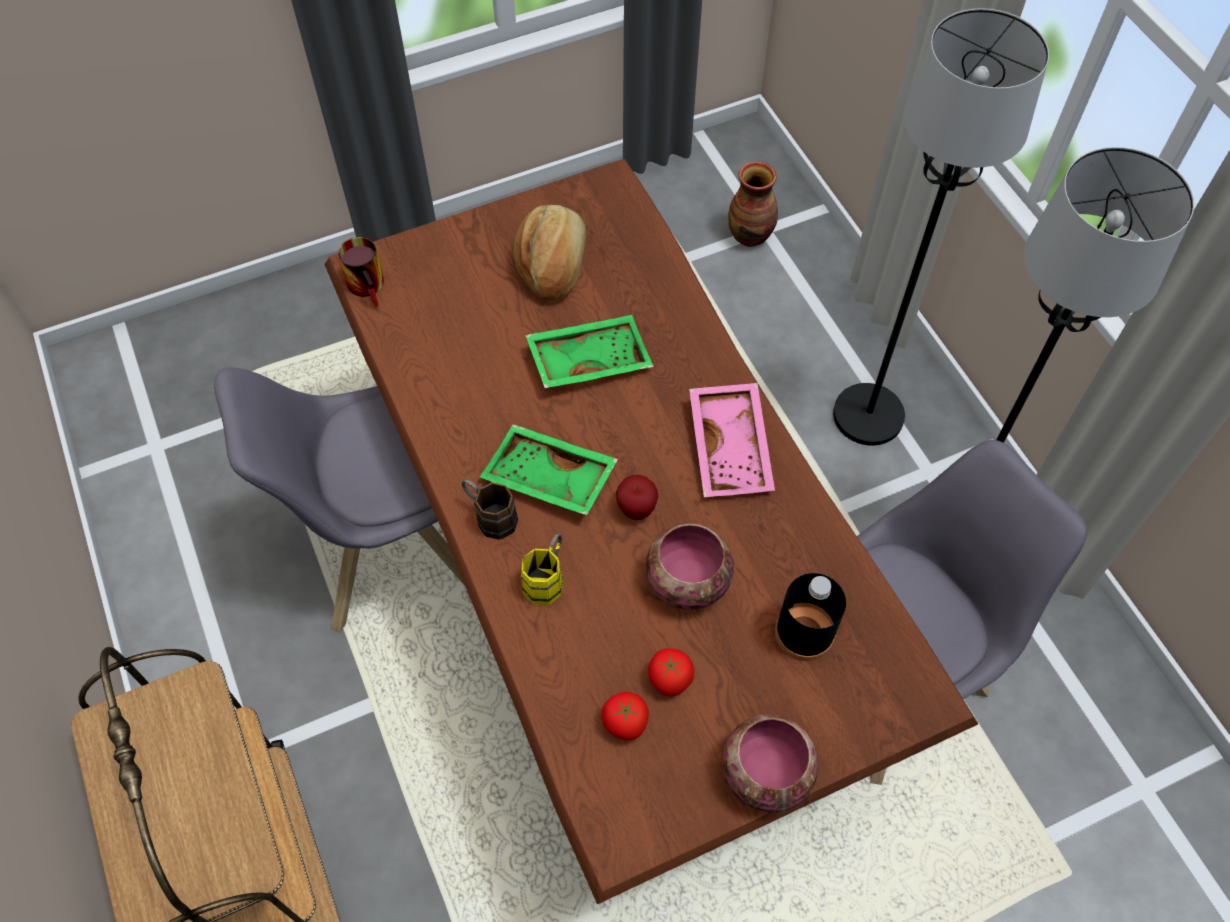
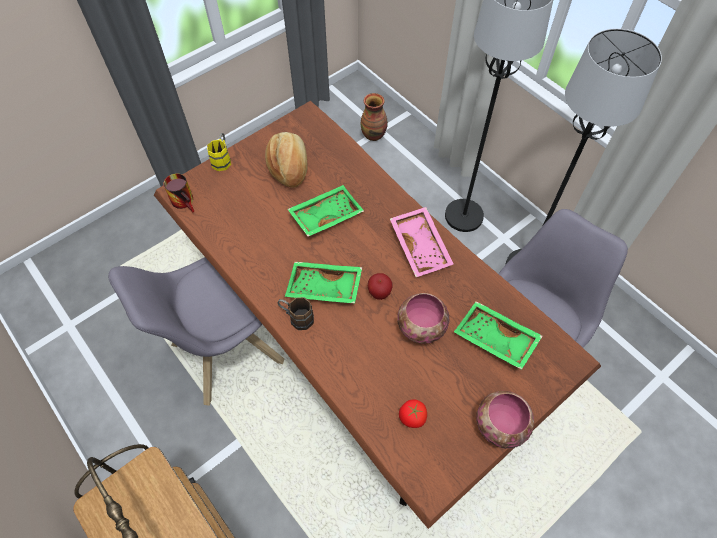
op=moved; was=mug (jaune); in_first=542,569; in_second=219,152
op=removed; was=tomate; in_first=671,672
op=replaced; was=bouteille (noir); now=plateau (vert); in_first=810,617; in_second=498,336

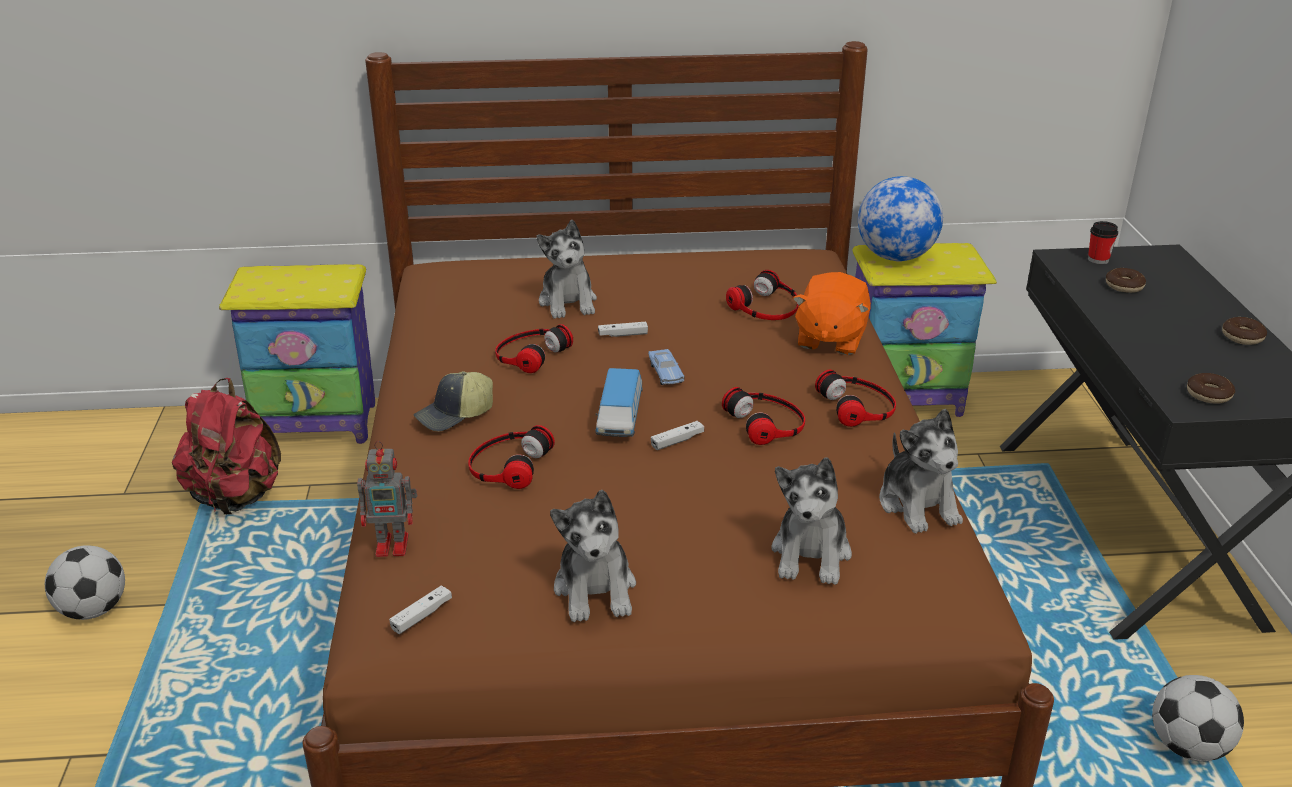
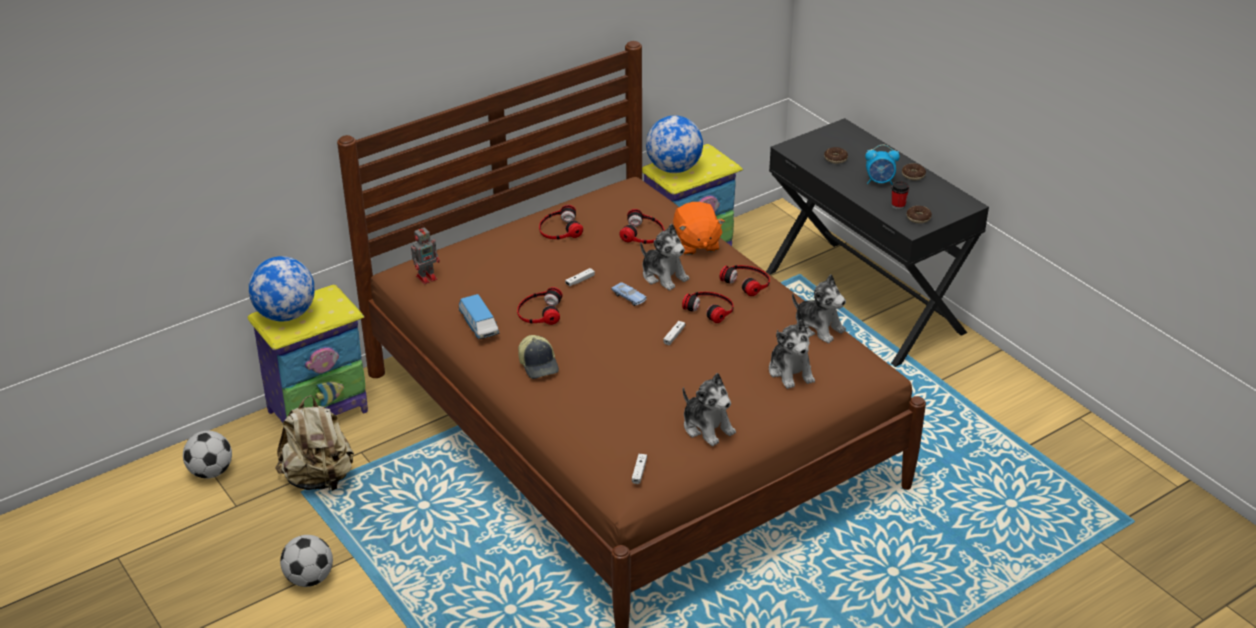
op=recoloured; was=sac à dos (rouge); now=sac à dos (beige); in_first=226,446; in_second=314,443
op=moved; was=robot jouet; in_first=387,499; in_second=425,254
op=turned; was=casquette; in_first=453,401; in_second=538,357; clockwise=-45
op=moved; was=casque audio; in_first=511,457; in_second=561,222
op=moved; was=peluche; in_first=567,269; in_second=664,257
op=moved; was=petite voiture; in_first=619,402; in_second=479,317
op=moved; was=tasse; in_first=1103,242; in_second=900,195
op=moved; was=ballon de foot; in_first=1198,718; in_second=207,455
op=added; now=globe; in_second=281,289
op=added; now=réveil; in_second=882,164

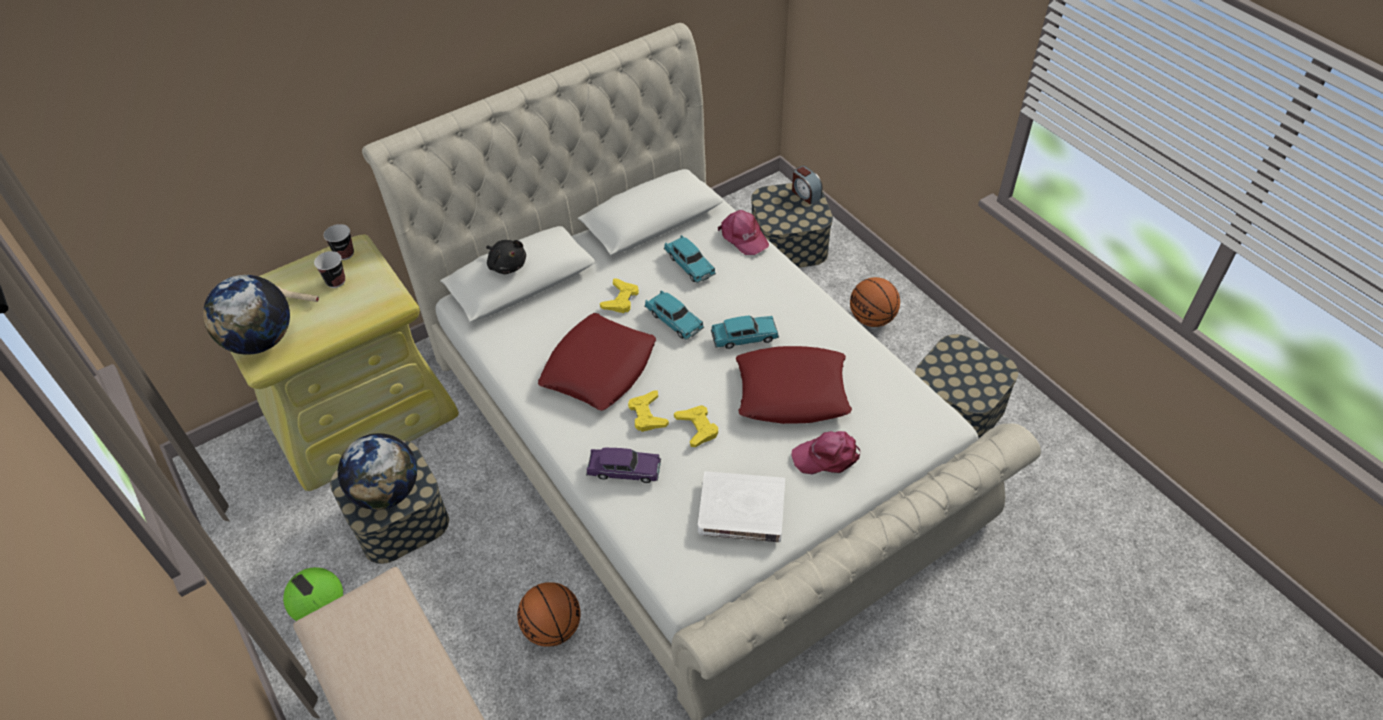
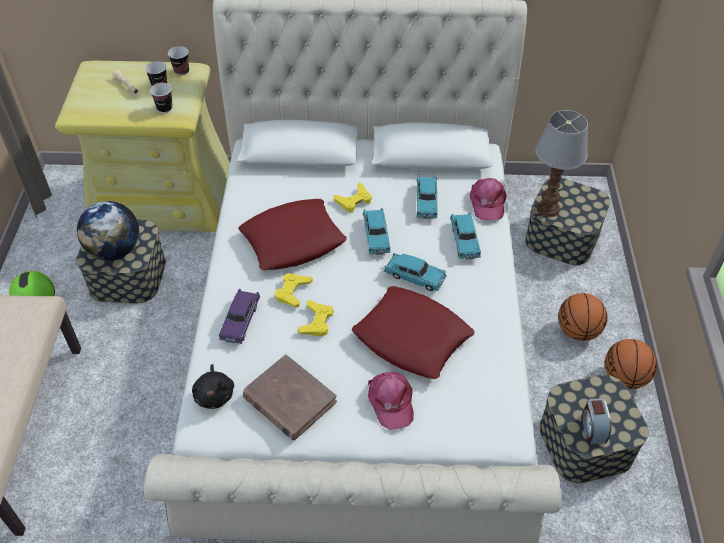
op=removed; was=globe; in_first=246,315
op=moved; was=peluche (noir); in_first=506,257; in_second=213,386
op=moved; was=ballon de basket; in_first=549,614; in_second=631,364
op=turned; was=petite voiture (violet); in_first=623,465; in_second=239,316; clockwise=60
op=recoloured; was=livre (blanc); now=livre (marron); in_first=741,506; in_second=290,397
op=turned; was=casquette (rose); in_first=825,453; in_second=391,401; clockwise=-135
op=moved; was=réveil; in_first=807,185; in_second=596,421
op=added; now=tasse; in_second=161,98
op=added; now=petite voiture (turquoise); in_second=465,236
op=added; now=lampe de table; in_second=561,163

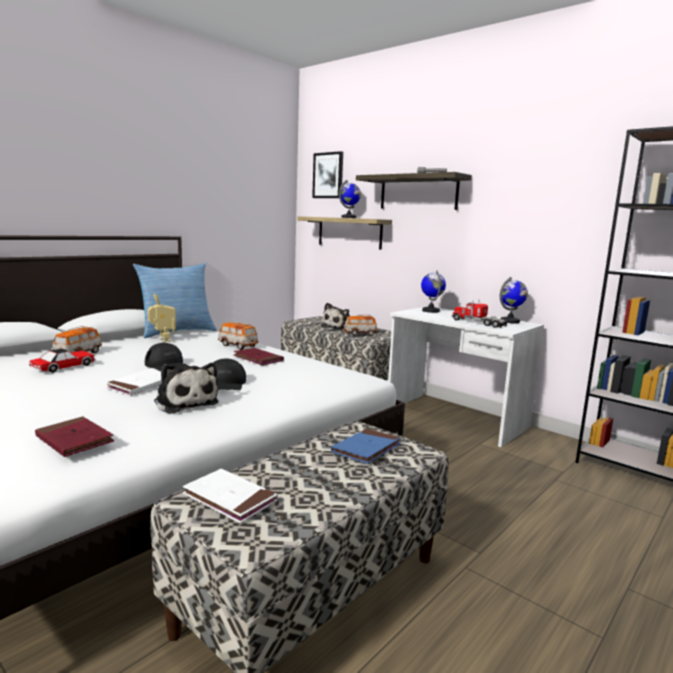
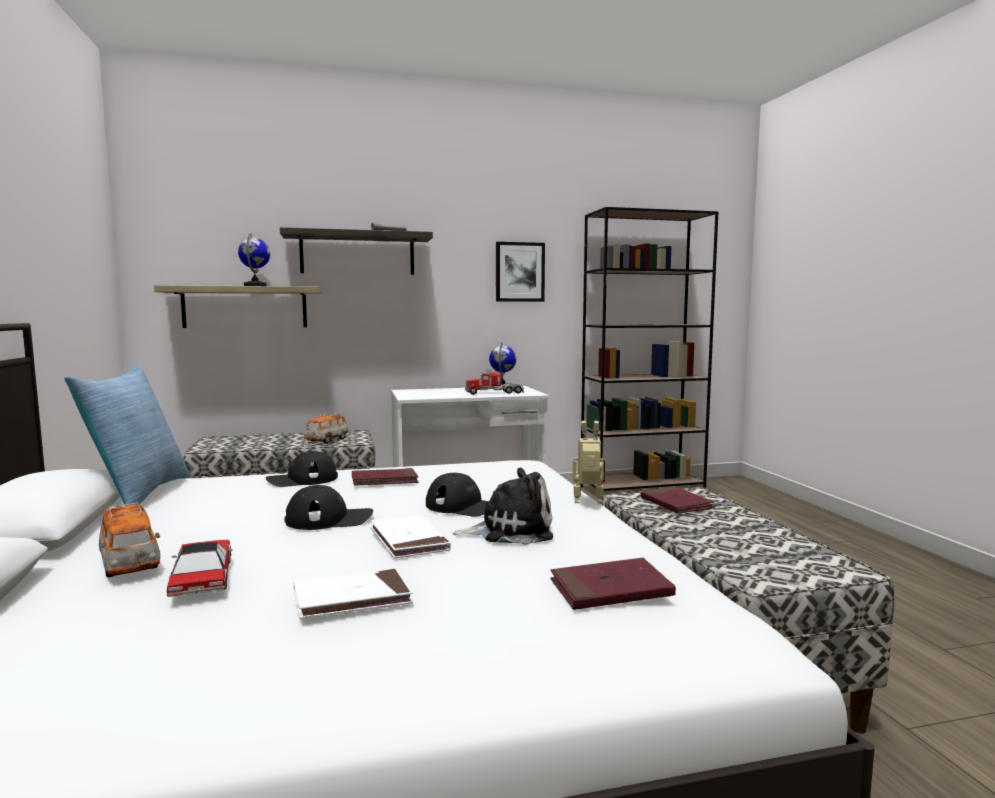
op=moved; was=robot jouet; in_first=161,318; in_second=588,462
op=moved; was=livre (blanc); in_first=230,496; in_second=353,594
op=replaced; was=petite voiture; now=casquette (noir); in_first=238,336; in_second=302,469
op=moved; was=tableau; in_first=327,174; in_second=520,272
op=removed; was=peluche; in_first=335,316
op=recoloured; was=livre (bleu); now=livre (rouge); in_first=366,446; in_second=678,500
op=removed; was=globe; in_first=433,291

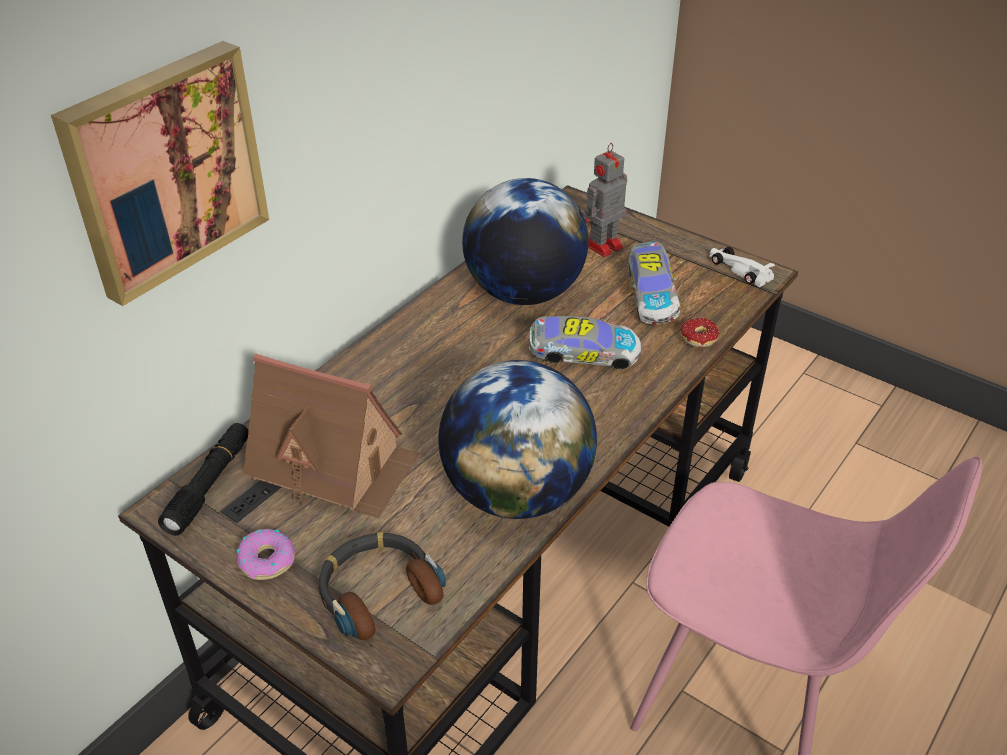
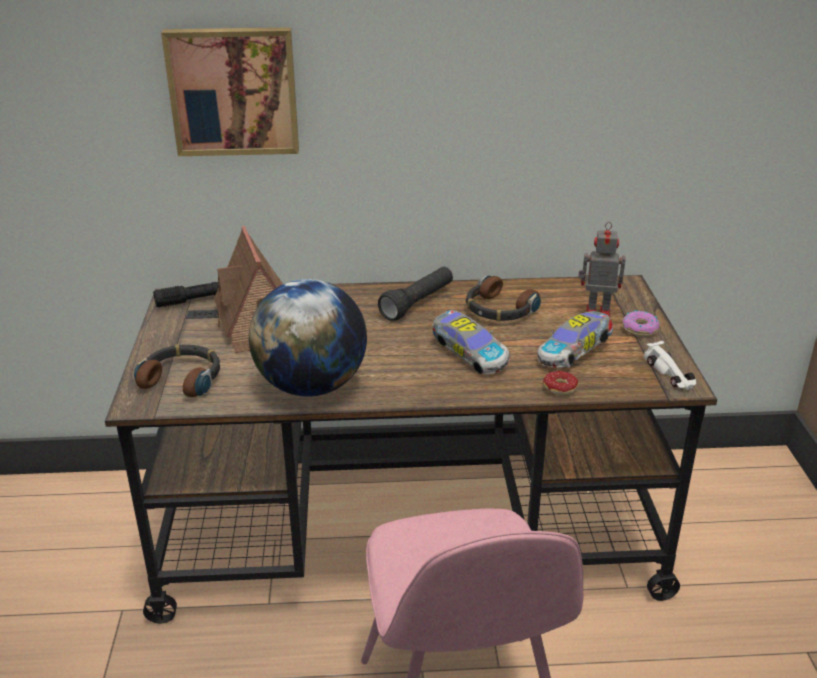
op=moved; was=beignet; in_first=265,554; in_second=640,323
op=replaced; was=globe; now=casque audio; in_first=525,241; in_second=503,298
op=turned; was=petite voiture (blanc); in_first=742,267; in_second=669,365; clockwise=150
op=added; now=lampe de poche (noir); in_second=415,294

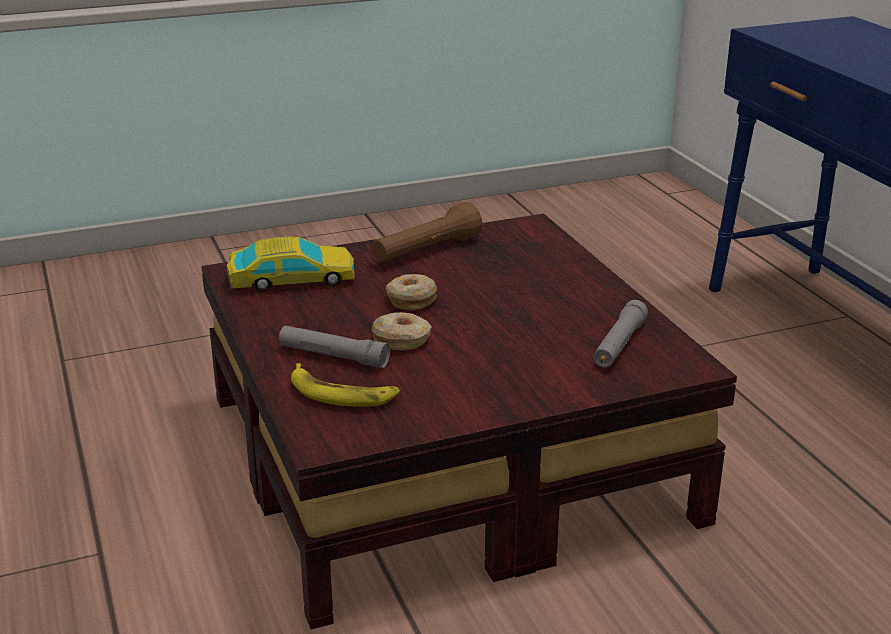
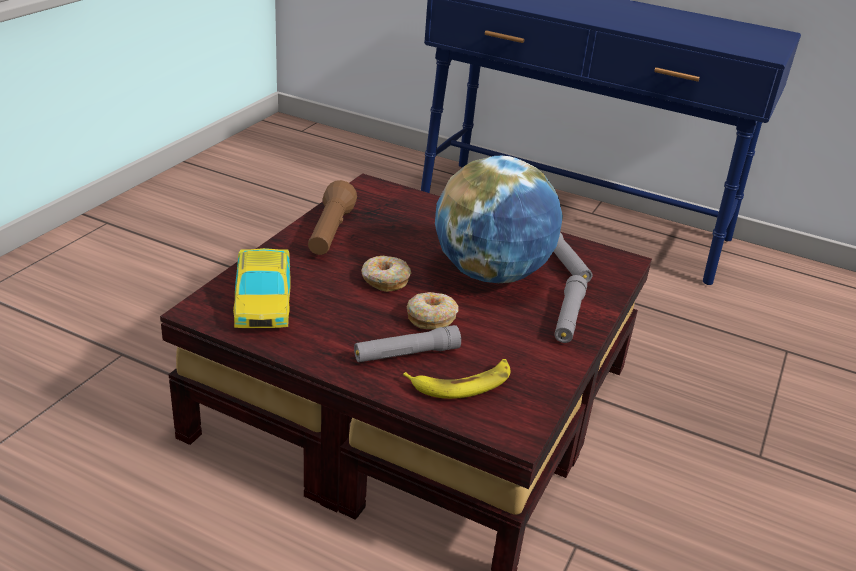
op=turned; was=petite voiture; in_first=291,264; in_second=261,288; clockwise=135
op=added; now=globe; in_second=499,219
op=added; now=lampe de poche (gris); in_second=570,309

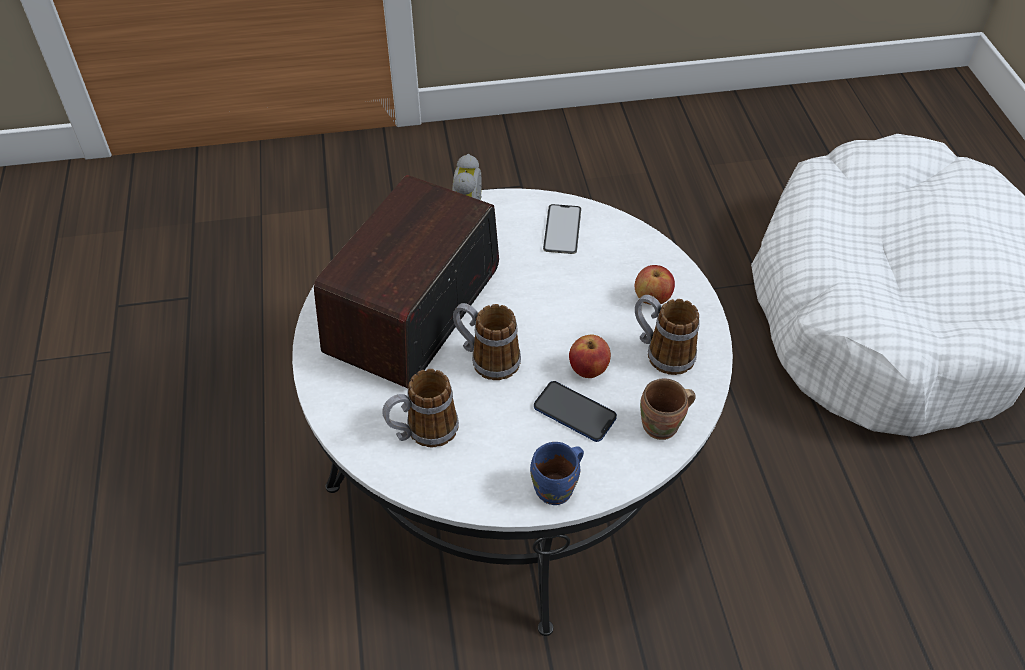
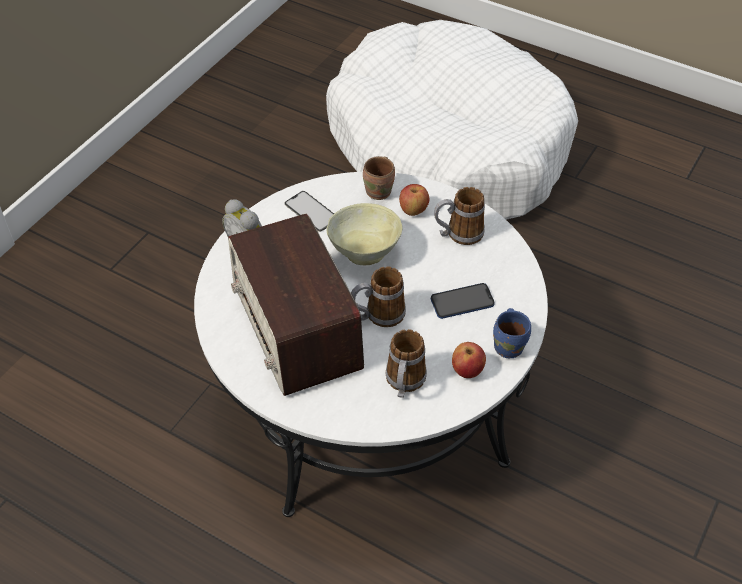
op=moved; was=pomme; in_first=590,356; in_second=469,360
op=moved; was=mug (marron); in_first=668,409; in_second=379,178
op=added; now=bol (beige); in_second=364,234

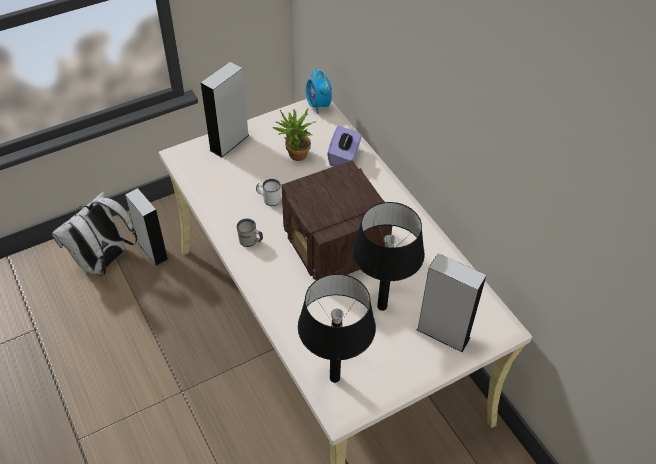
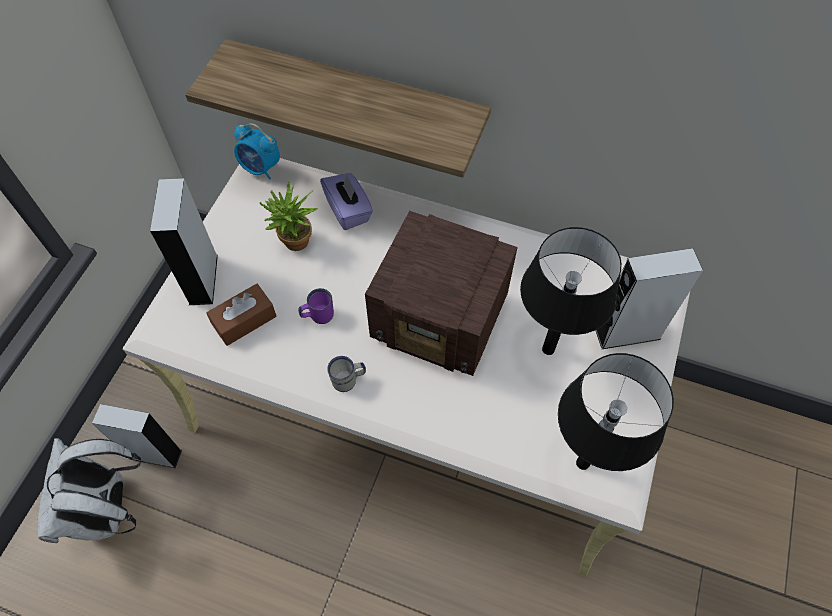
op=recoloured; was=mug (blanc); now=mug (violet); in_first=268,192; in_second=316,306
op=added; now=étagère; in_second=338,108
op=added; now=boîte à mouchoirs (marron); in_second=241,315

